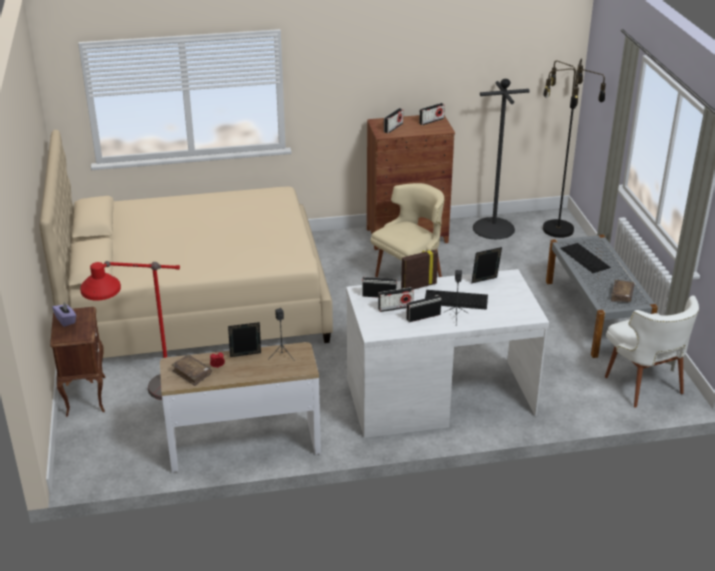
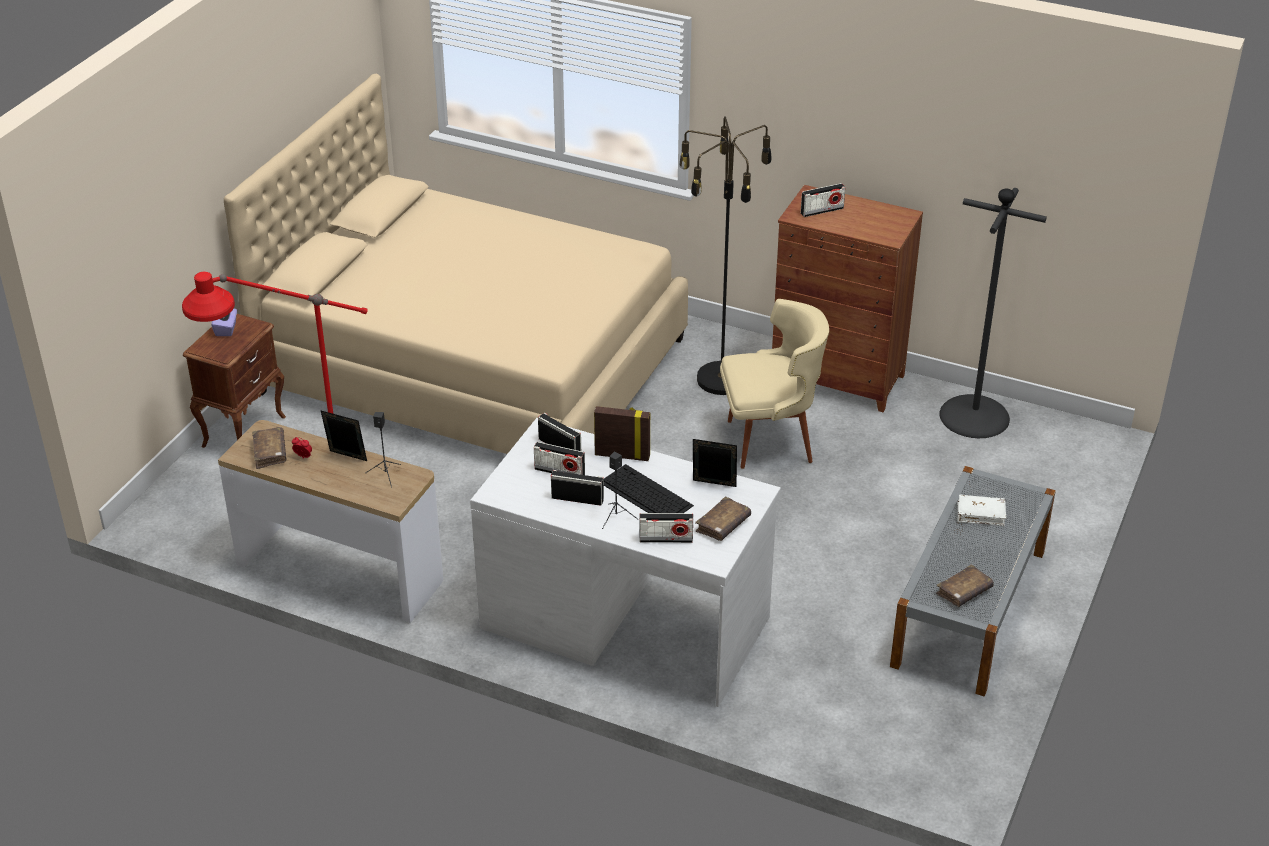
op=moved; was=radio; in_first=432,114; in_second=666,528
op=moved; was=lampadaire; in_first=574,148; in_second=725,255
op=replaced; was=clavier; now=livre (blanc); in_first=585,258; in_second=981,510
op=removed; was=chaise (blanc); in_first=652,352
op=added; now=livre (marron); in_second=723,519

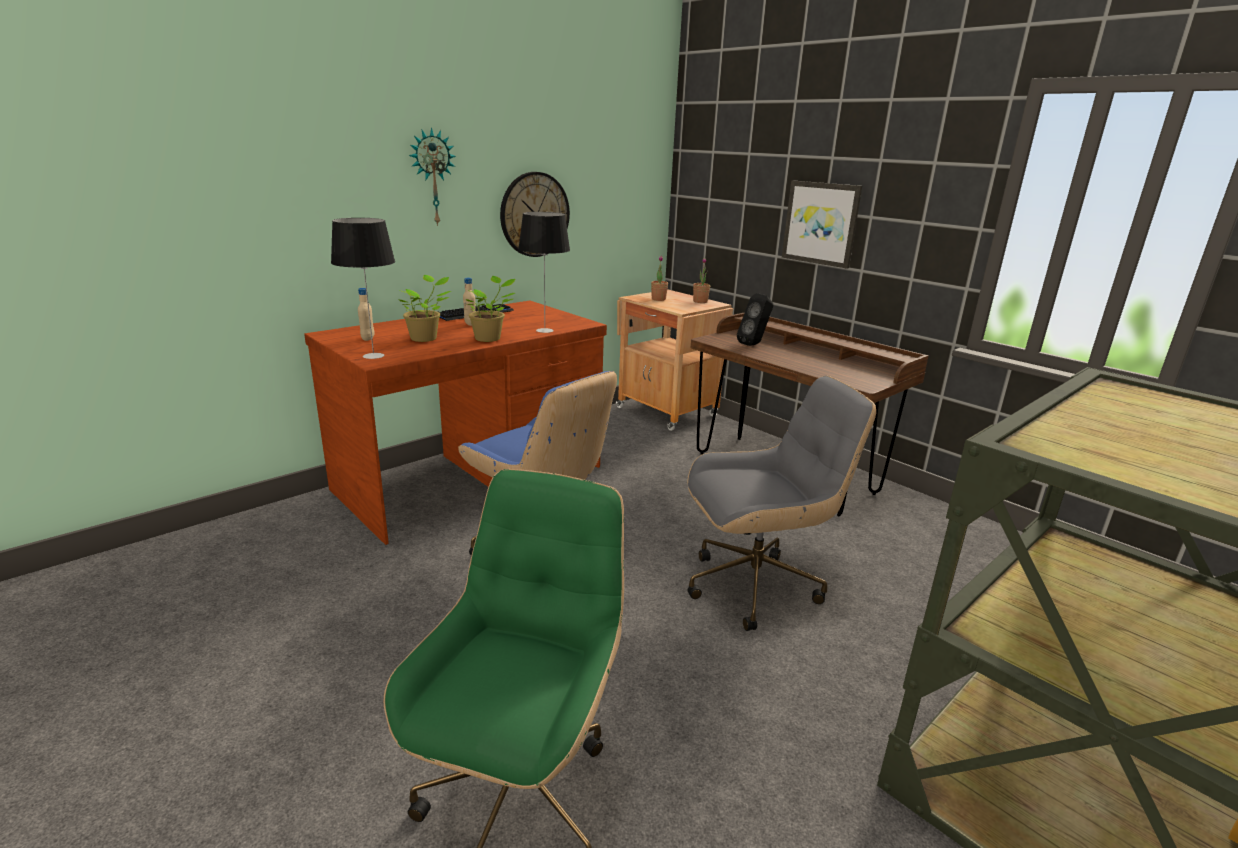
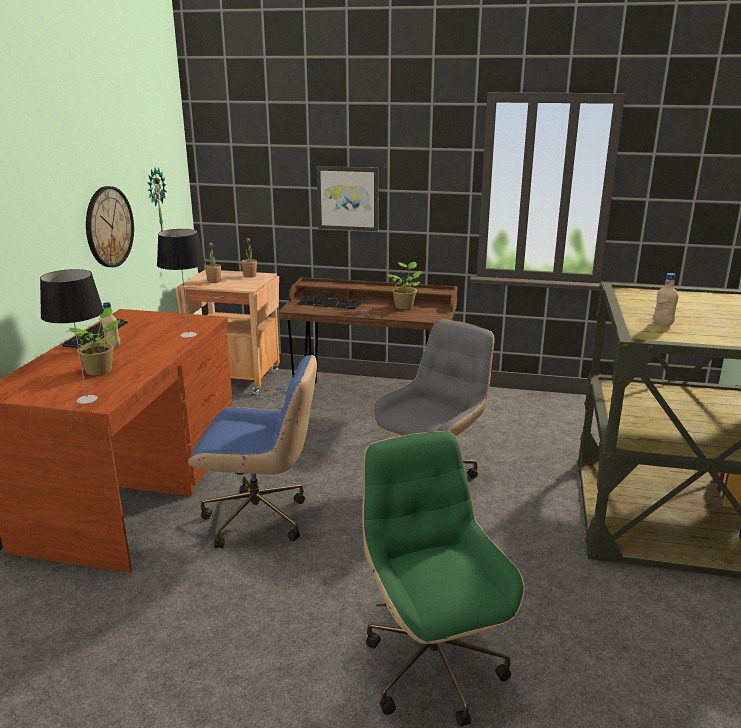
op=moved; was=bouteille (beige); in_first=366,314; in_second=666,299
op=moved; was=horloge murale; in_first=432,176; in_second=157,199
op=moved; was=plante en pot; in_first=490,309; in_second=404,286
op=replaced; was=enceinte (noir); now=clavier; in_first=755,319; in_second=329,302

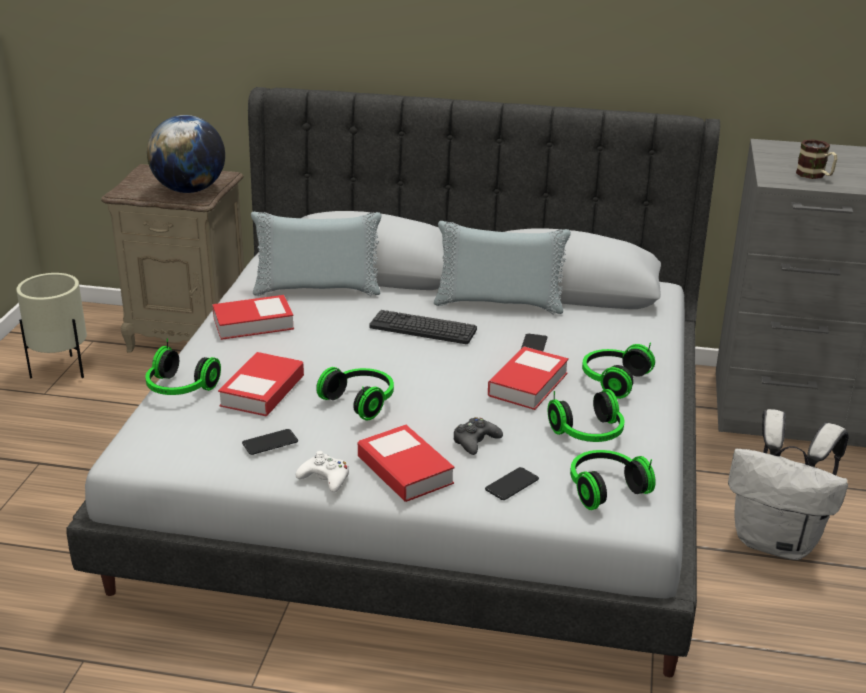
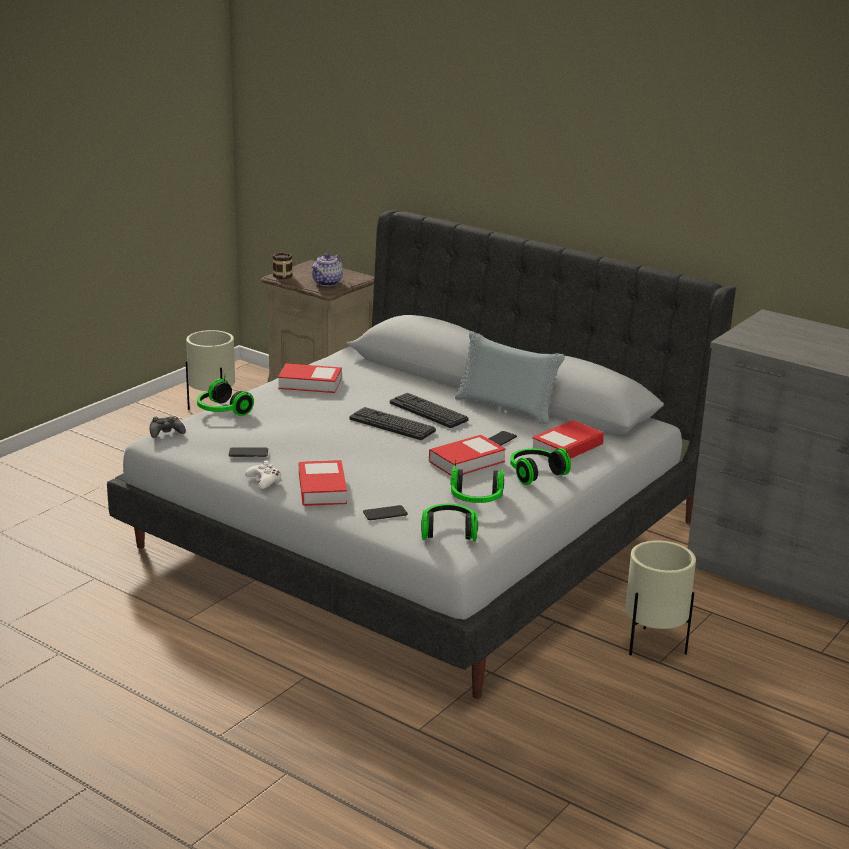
op=replaced; was=globe; now=théière; in_first=186,154; in_second=327,269
op=moved; was=livre; in_first=261,384; in_second=568,439
op=removed; was=coussin (bleu); in_first=316,254
op=removed; was=casque audio; in_first=355,393
op=moved; was=manette (noir); in_first=478,436; in_second=168,427
op=replaced; was=sac à dos (blanc); now=cache-pot (beige); in_first=788,484; in_second=660,598
op=moved; was=mug; in_first=816,159; in_second=283,265
op=added; now=clavier; in_second=392,423

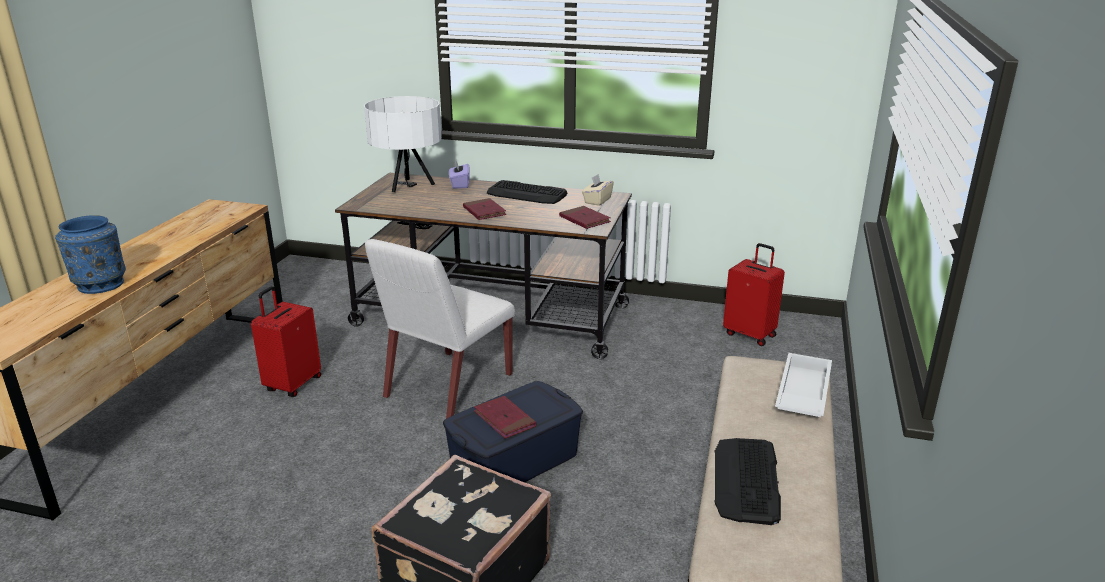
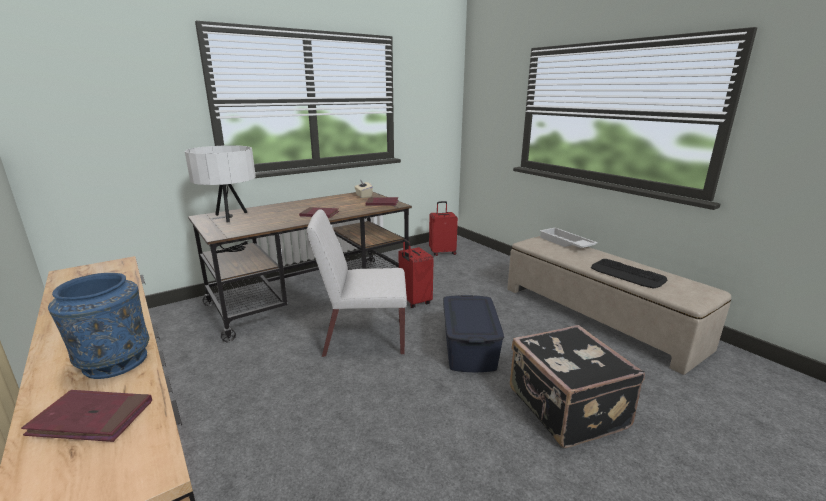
op=moved; was=valise (rouge); in_first=286,341; in_second=416,273
op=turned; was=chaise (blanc); in_first=440,329; in_second=357,283; clockwise=105
op=removed; was=boîte à mouchoirs (violet); in_first=459,175
op=moved; was=livre (rouge); in_first=505,417; in_second=86,416
op=removed; was=clavier; in_first=527,192

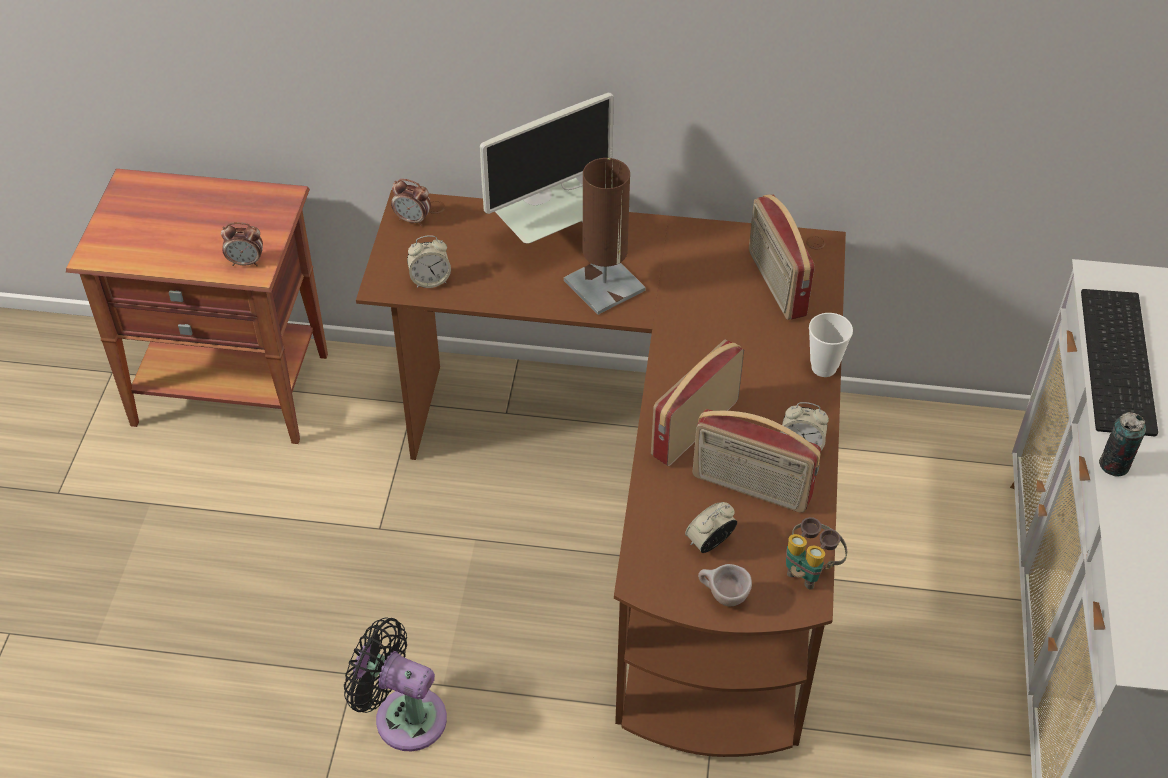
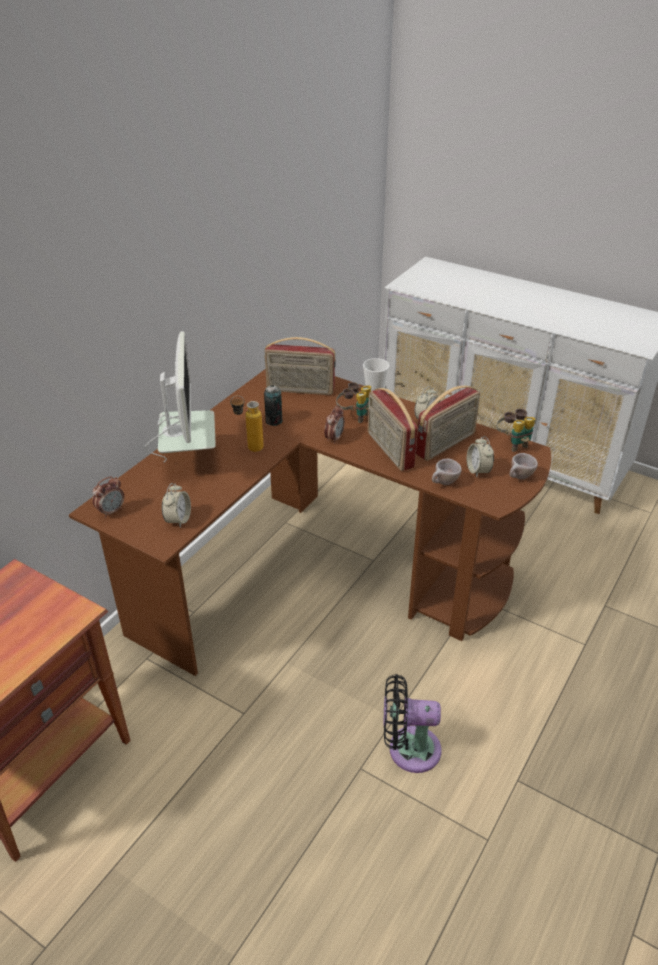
op=moved; was=réveil; in_first=242,244; in_second=334,424
op=turned; was=ventilateur (noir); in_first=395,684; in_second=413,723; clockwise=45
op=replaced; was=lampe de table (marron); now=bouteille; in_first=605,236; in_second=247,423
op=removed; was=clavier; in_first=1119,362
op=moved; was=boîte métallique; in_first=1122,444; in_second=273,405
op=added; now=jumelles; in_second=353,402
op=added; now=tasse (beige); in_second=447,472

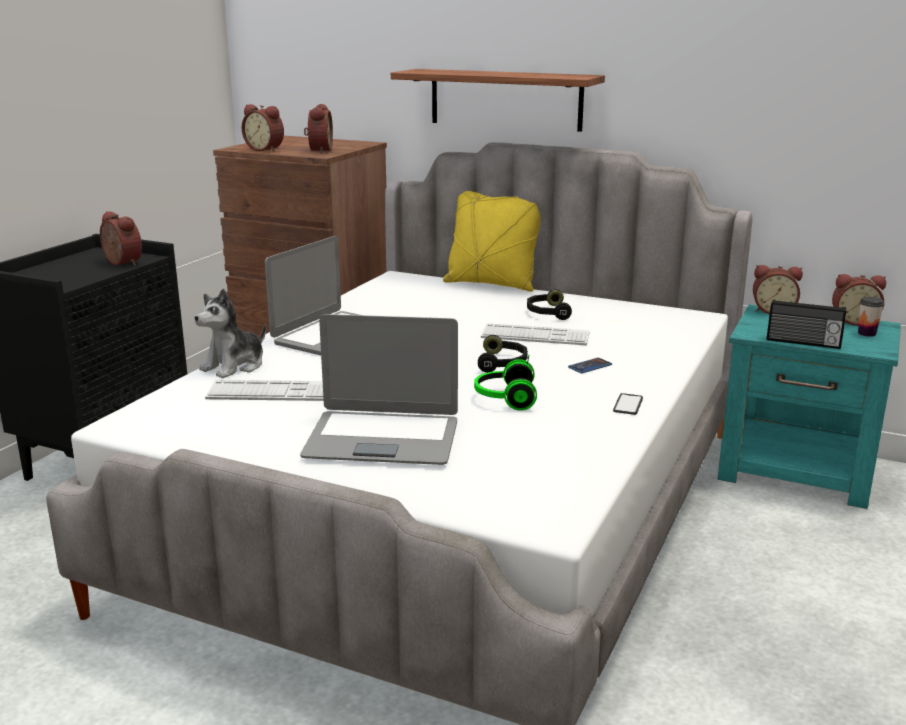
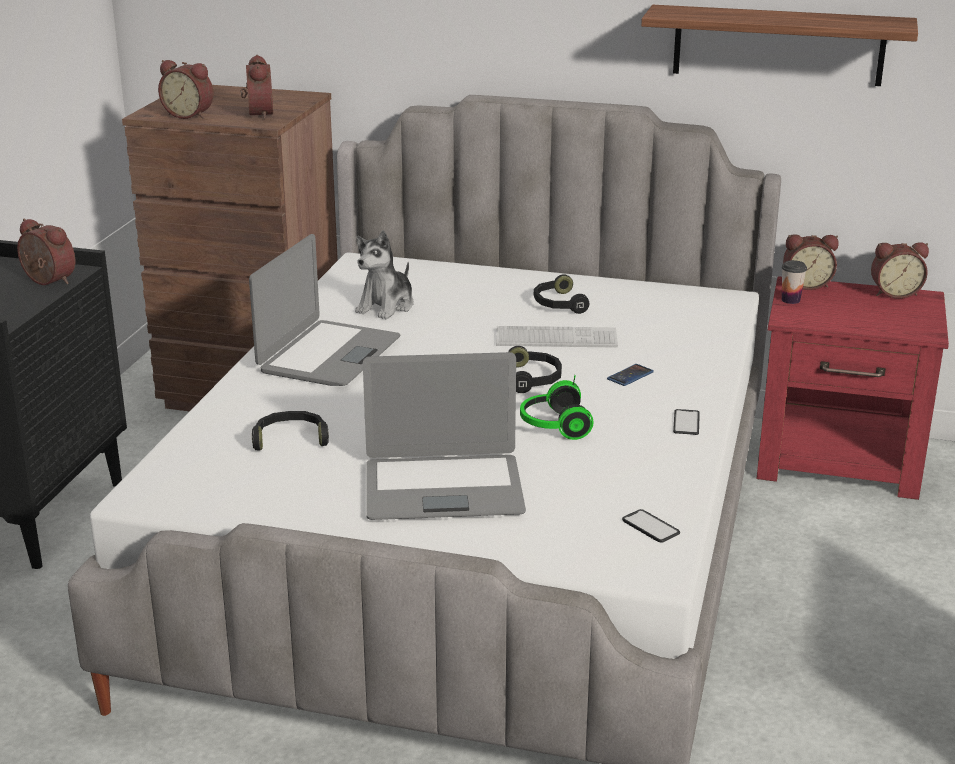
op=moved; was=peluche; in_first=230,333; in_second=384,274
op=replaced; was=clavier; now=casque audio (noir); in_first=264,390; in_second=290,430
op=moved; was=étagère; in_first=498,100; in_second=779,45
op=removed; was=coussin (jaune); in_first=491,241
op=recoloured; was=table de chevet (turquoise); now=table de chevet (rouge); in_first=809,407; in_second=853,388
op=removed; was=radio; in_first=806,324
op=moved; was=tasse; in_first=871,317; in_second=794,282
op=added; now=téléphone; in_second=651,526

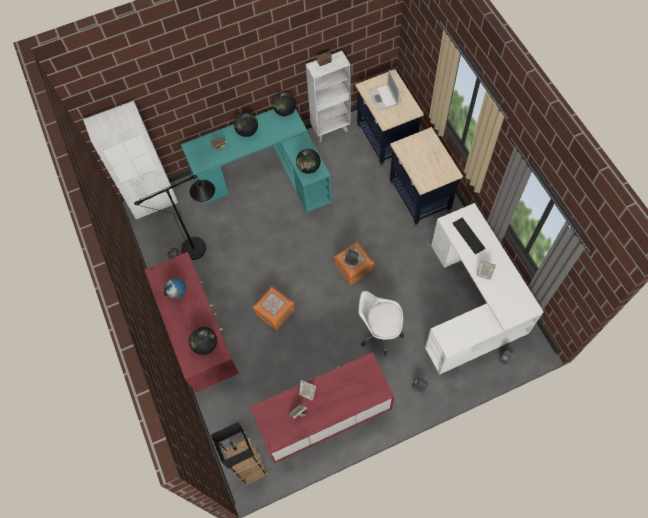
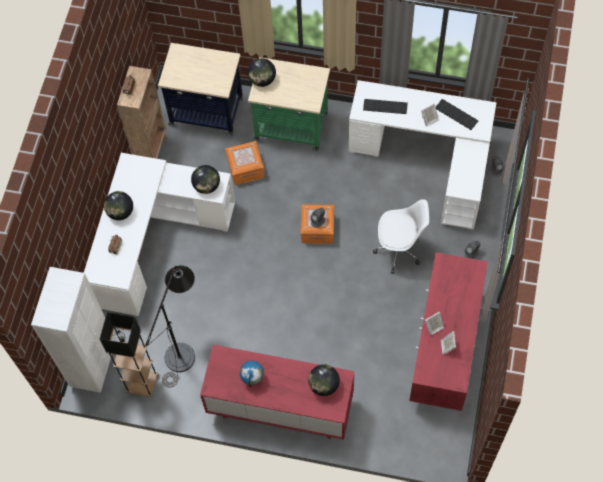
op=recoloured; was=bureau (turquoise); now=bureau (blanc); in_first=256,161; in_second=159,234
op=moved; was=lampadaire (noir); in_first=239,454; in_second=129,354
op=moved; was=boîte de rangement (orange); in_first=274,308; in_second=244,163
op=moved; was=globe; in_first=284,104; in_second=262,72
op=recoloured; was=bibliothèque (blanc); now=bibliothèque (marron); in_first=328,96; in_second=142,112
op=turned; was=chaise de bureau (blanc); in_first=381,323; in_second=401,236; clockwise=-135
op=removed; was=ordinateur portable; in_first=384,90
op=recoloured; was=chariot (bleu); now=chariot (vert); in_first=426,177; in_second=289,104
op=added; now=clavier; in_second=457,114

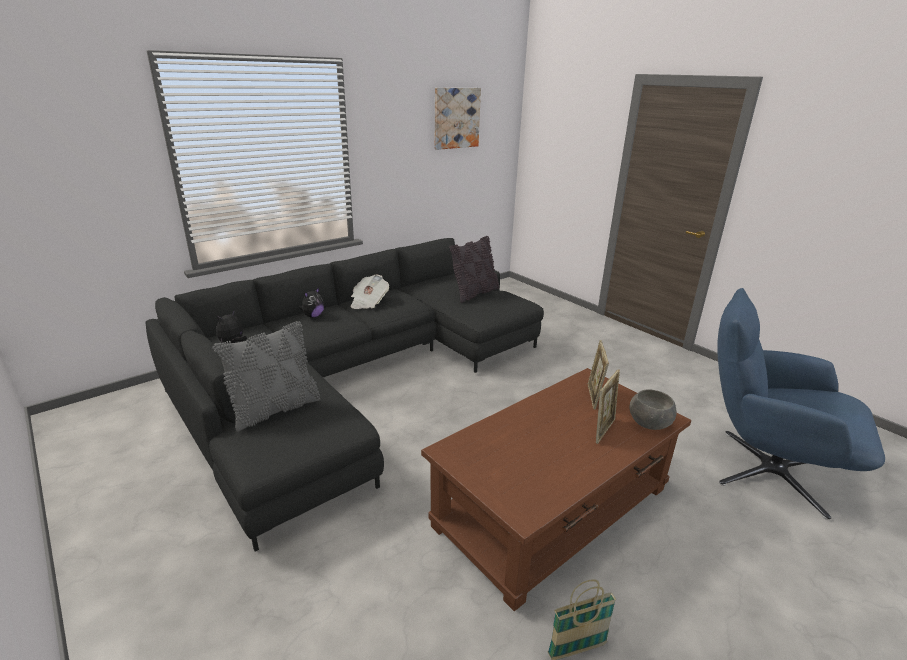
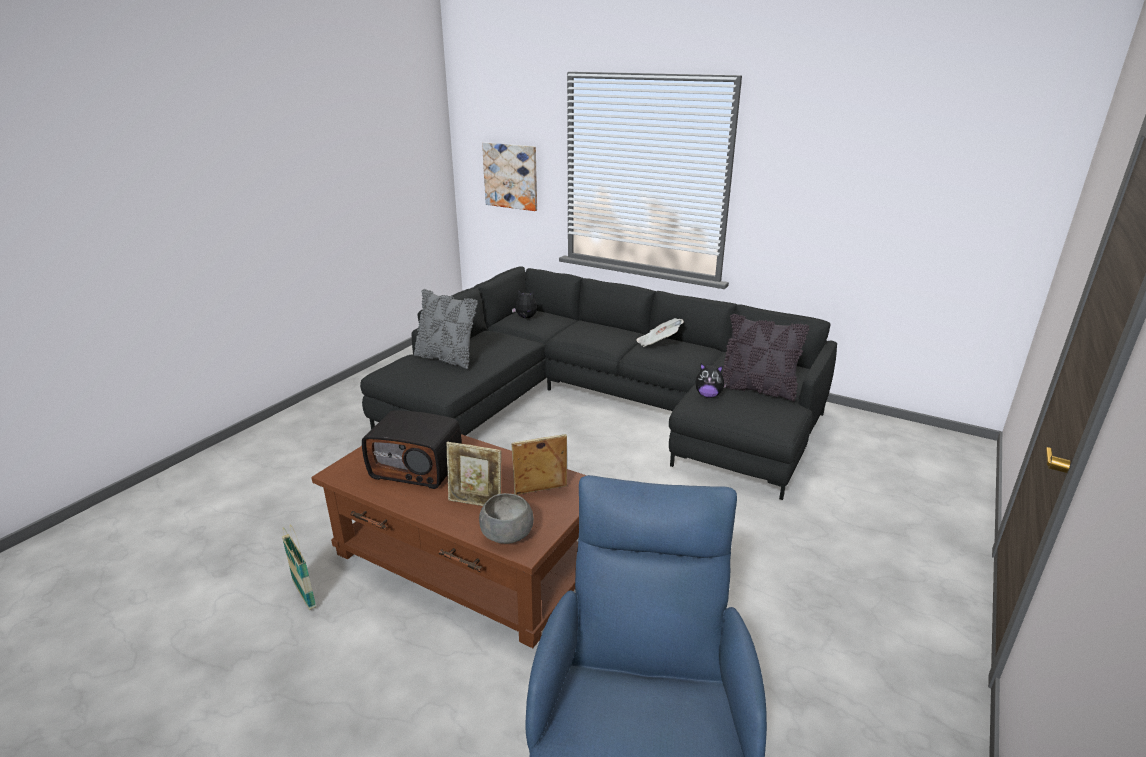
op=moved; was=peluche; in_first=311,302; in_second=711,381
op=moved; was=tableau; in_first=458,119; in_second=509,176
op=added; now=radio; in_second=412,449

